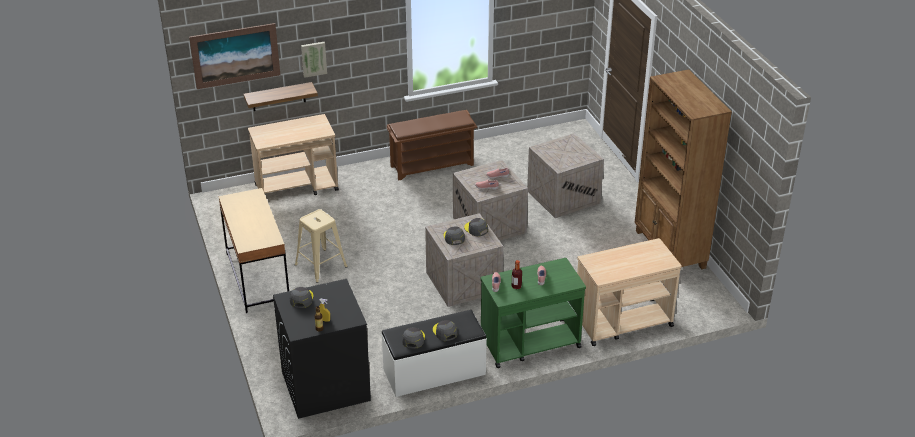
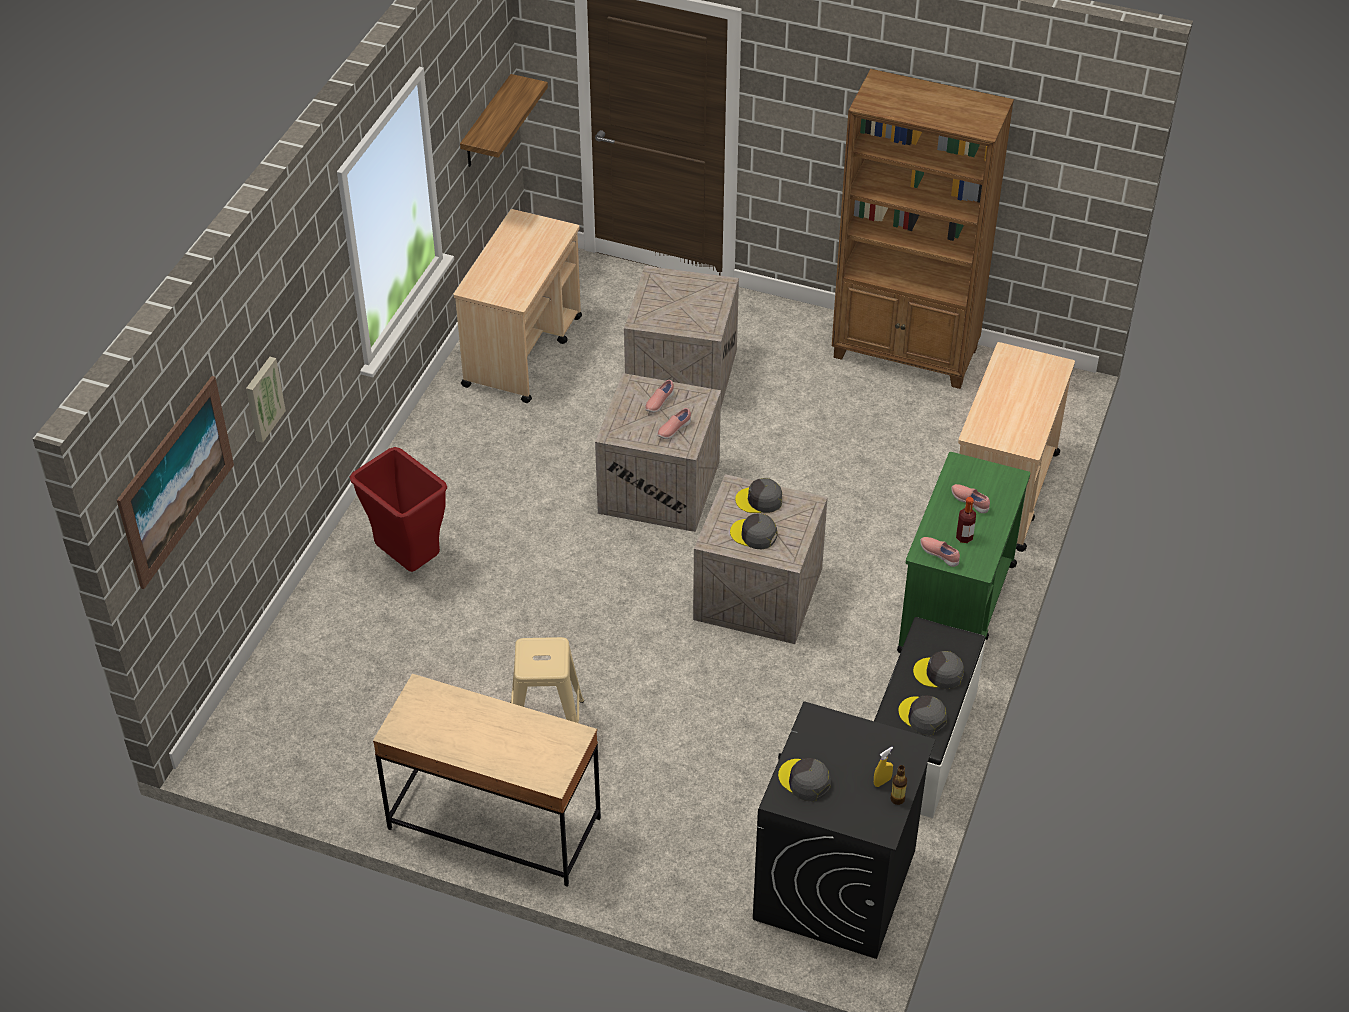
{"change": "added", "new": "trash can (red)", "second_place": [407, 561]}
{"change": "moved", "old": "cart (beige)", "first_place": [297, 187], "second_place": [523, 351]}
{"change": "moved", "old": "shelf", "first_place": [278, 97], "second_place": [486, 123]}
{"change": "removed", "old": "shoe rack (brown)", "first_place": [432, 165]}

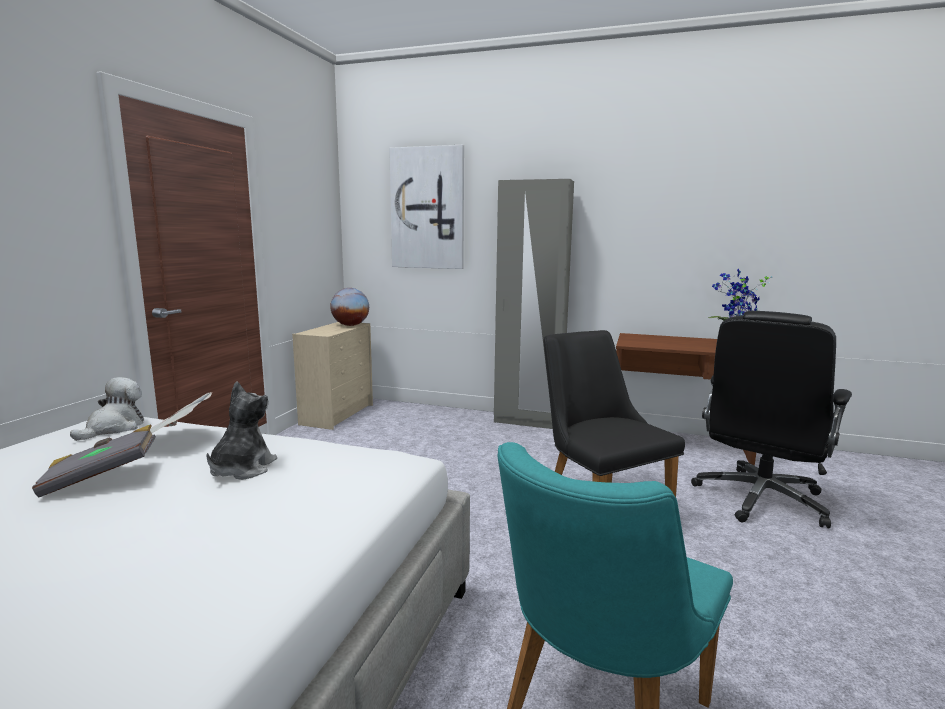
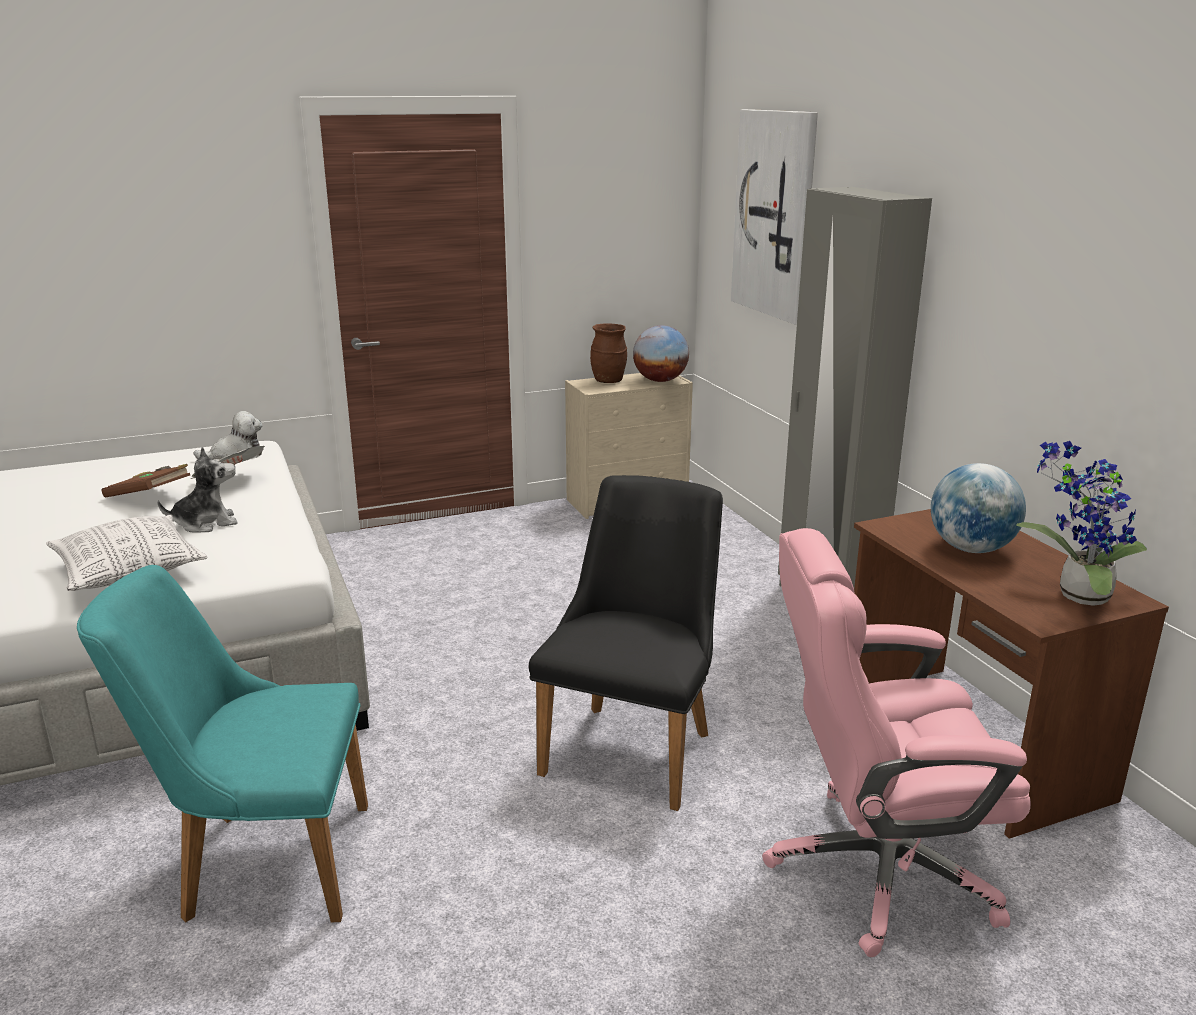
{"change": "added", "new": "pillow", "second_place": [129, 571]}
{"change": "recoloured", "old": "book (grey)", "new": "book (brown)", "first_place": [101, 478], "second_place": [150, 496]}
{"change": "added", "new": "vase (brown)", "second_place": [609, 381]}
{"change": "recoloured", "old": "office chair (black)", "new": "office chair (pink)", "first_place": [760, 500], "second_place": [877, 869]}
{"change": "added", "new": "globe", "second_place": [971, 549]}

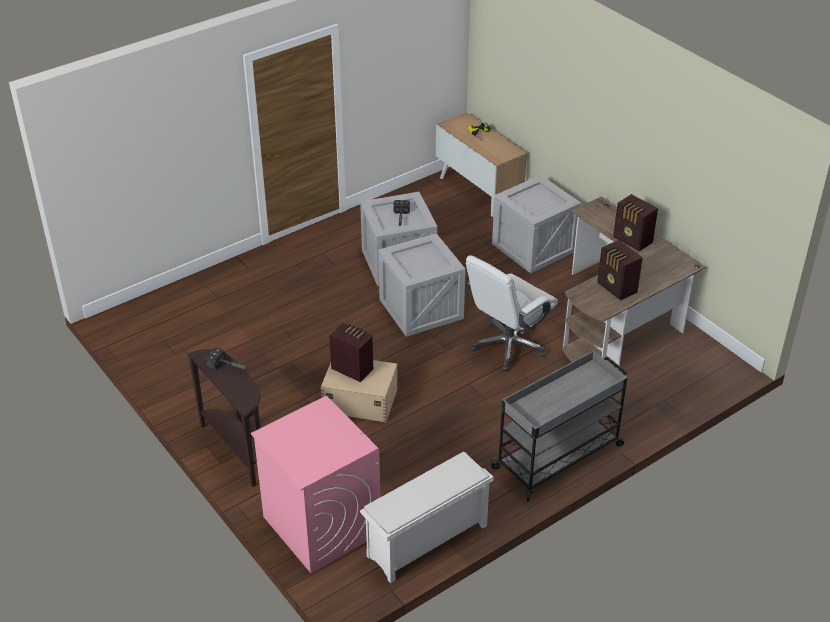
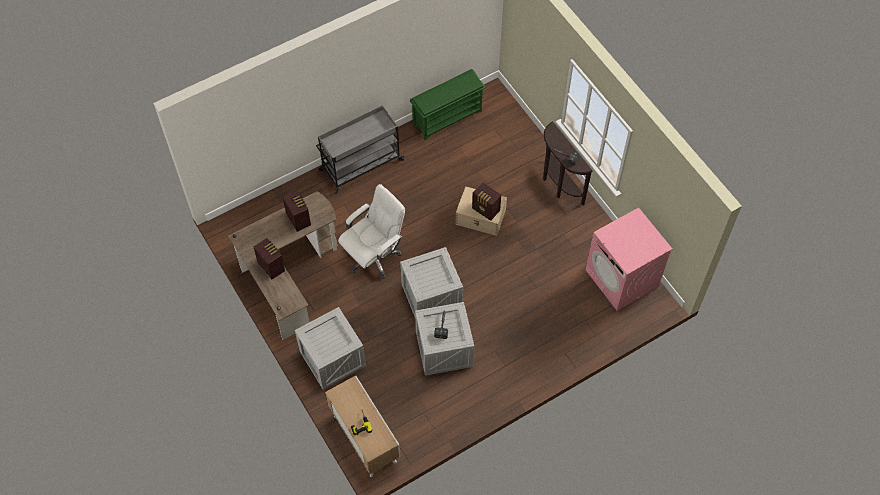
{"change": "recoloured", "old": "shoe rack (white)", "new": "shoe rack (green)", "first_place": [426, 542], "second_place": [447, 117]}
{"change": "moved", "old": "washing machine (pink)", "first_place": [321, 524], "second_place": [622, 279]}

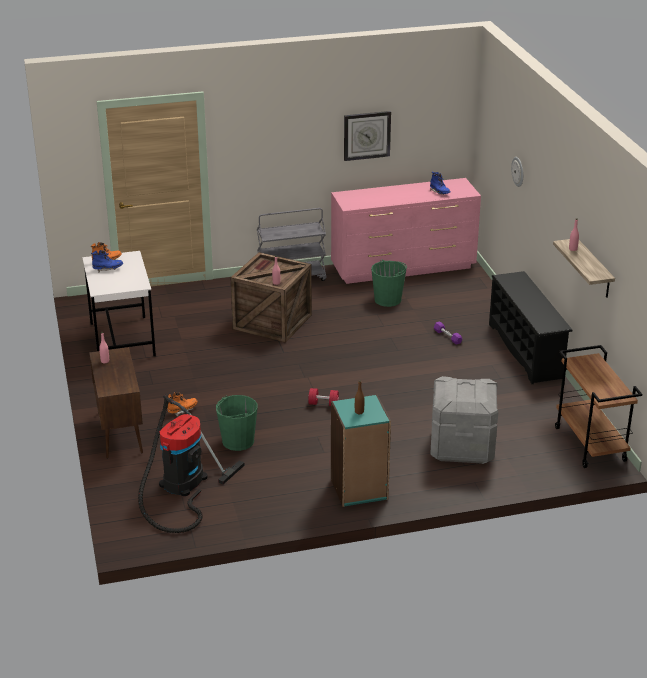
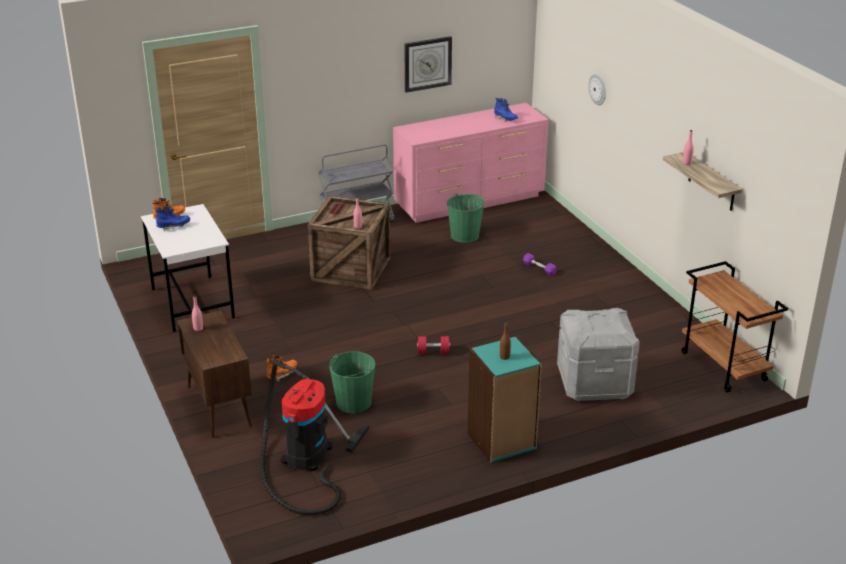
{"change": "removed", "old": "shoe rack (black)", "first_place": [526, 351]}

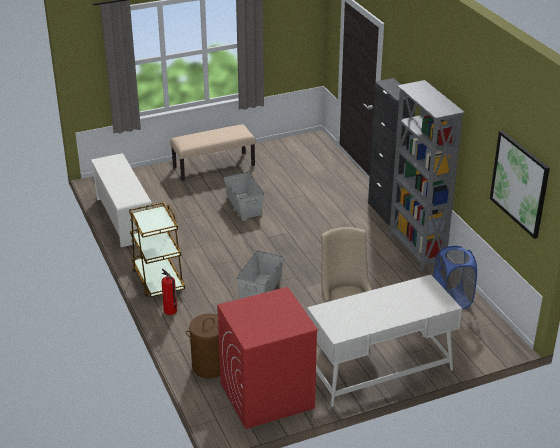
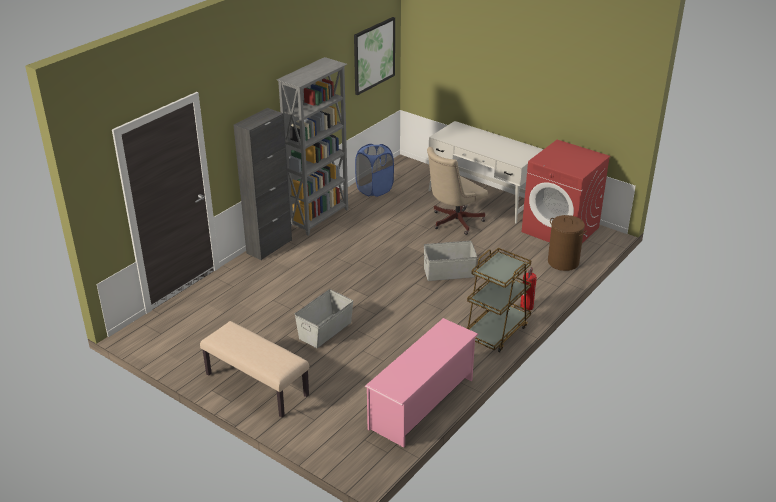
{"change": "recoloured", "old": "shoe rack (white)", "new": "shoe rack (pink)", "first_place": [124, 219], "second_place": [422, 403]}

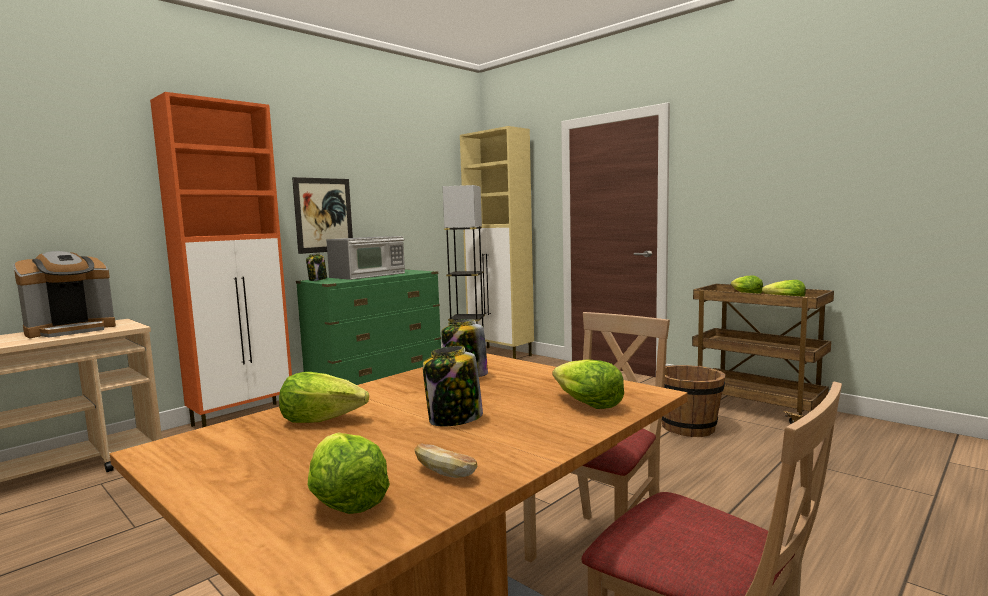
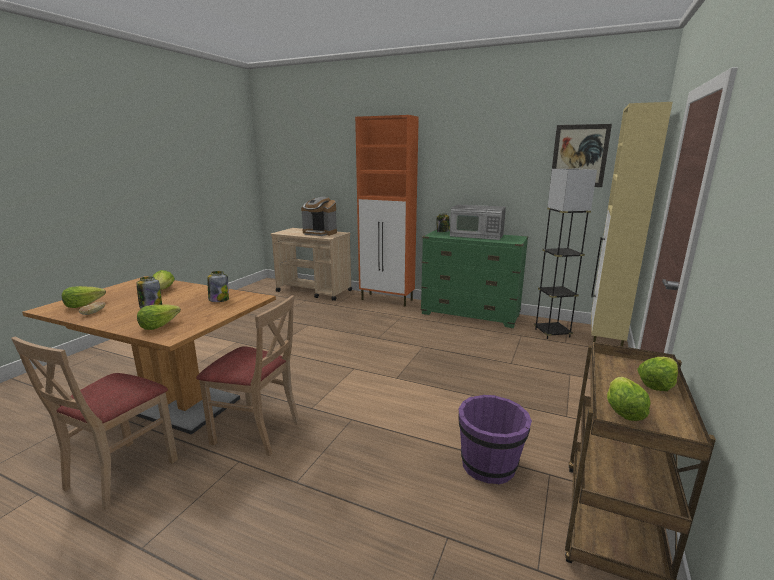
{"change": "recoloured", "old": "bucket (brown)", "new": "bucket (purple)", "first_place": [689, 428], "second_place": [489, 465]}
{"change": "moved", "old": "picture", "first_place": [323, 215], "second_place": [579, 156]}

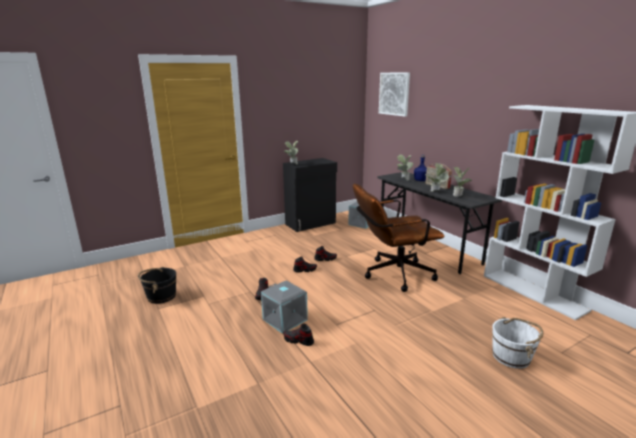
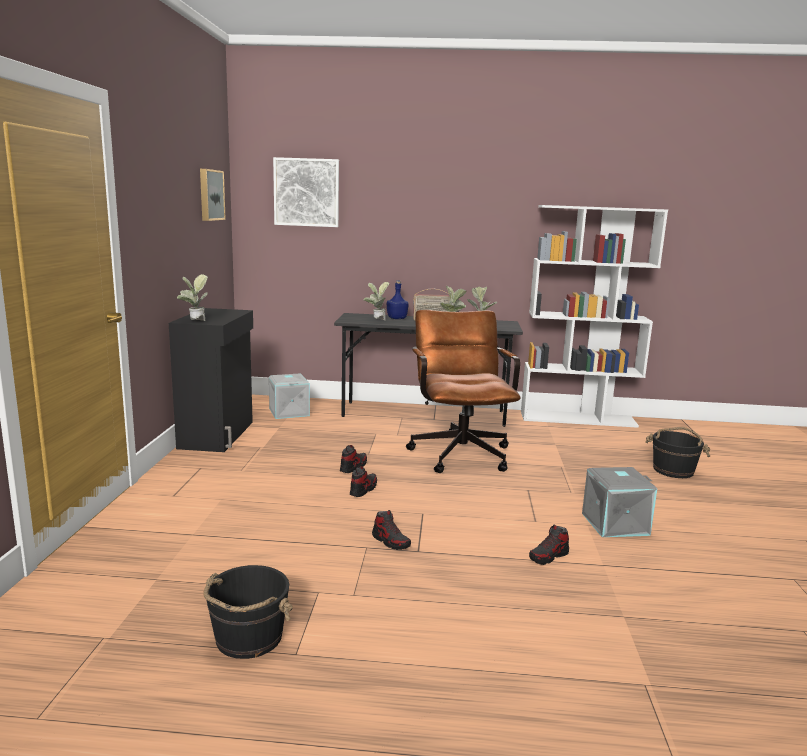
{"change": "added", "new": "picture", "second_place": [210, 195]}
{"change": "turned", "old": "office chair (brown)", "first_place": [392, 274], "second_place": [459, 451], "degrees": 150}
{"change": "moved", "old": "storage box (grey)", "first_place": [285, 319], "second_place": [615, 523]}
{"change": "recoloured", "old": "bucket (white)", "new": "bucket (black)", "first_place": [512, 356], "second_place": [673, 470]}

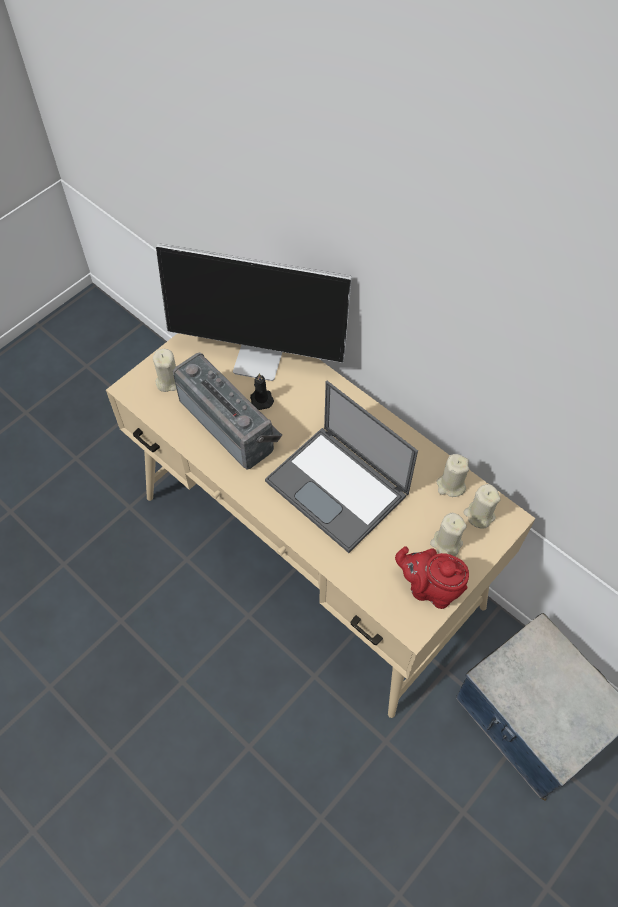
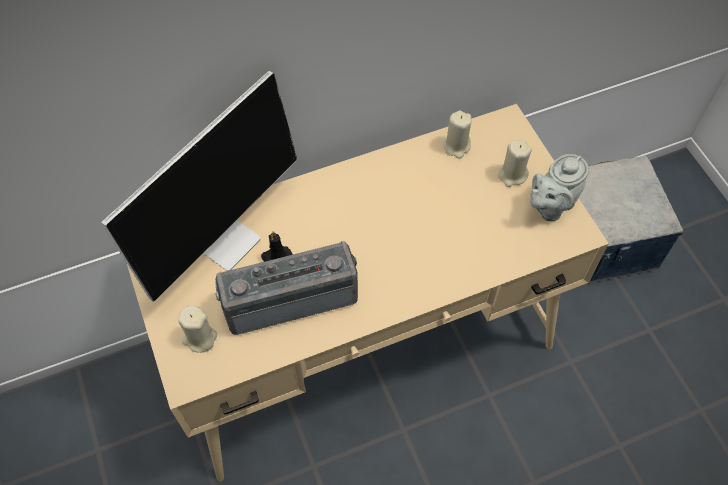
{"change": "recoloured", "old": "teapot (red)", "new": "teapot (grey)", "first_place": [430, 588], "second_place": [550, 206]}
{"change": "removed", "old": "laptop", "first_place": [338, 488]}
{"change": "removed", "old": "candle (beige)", "first_place": [479, 515]}

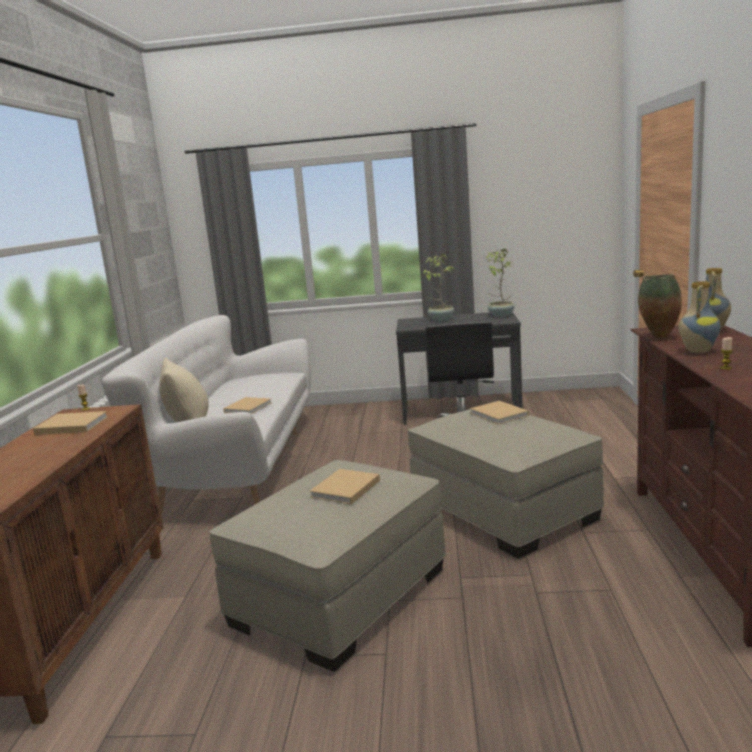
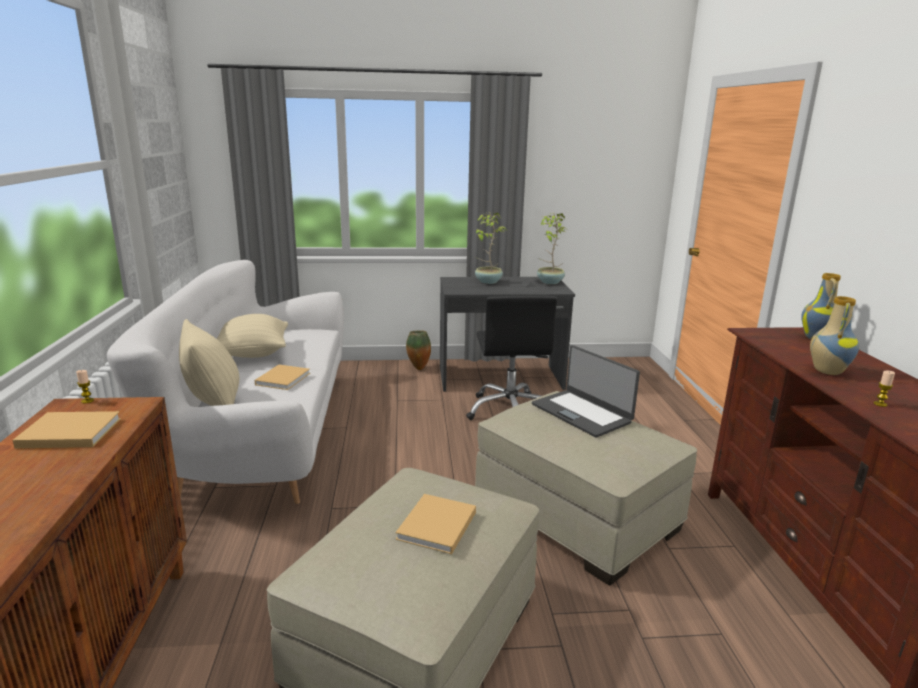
{"change": "added", "new": "pillow (beige)", "second_place": [253, 354]}
{"change": "moved", "old": "vase", "first_place": [658, 337], "second_place": [418, 368]}
{"change": "replaced", "old": "book (beige)", "new": "laptop", "first_place": [500, 415], "second_place": [582, 413]}

